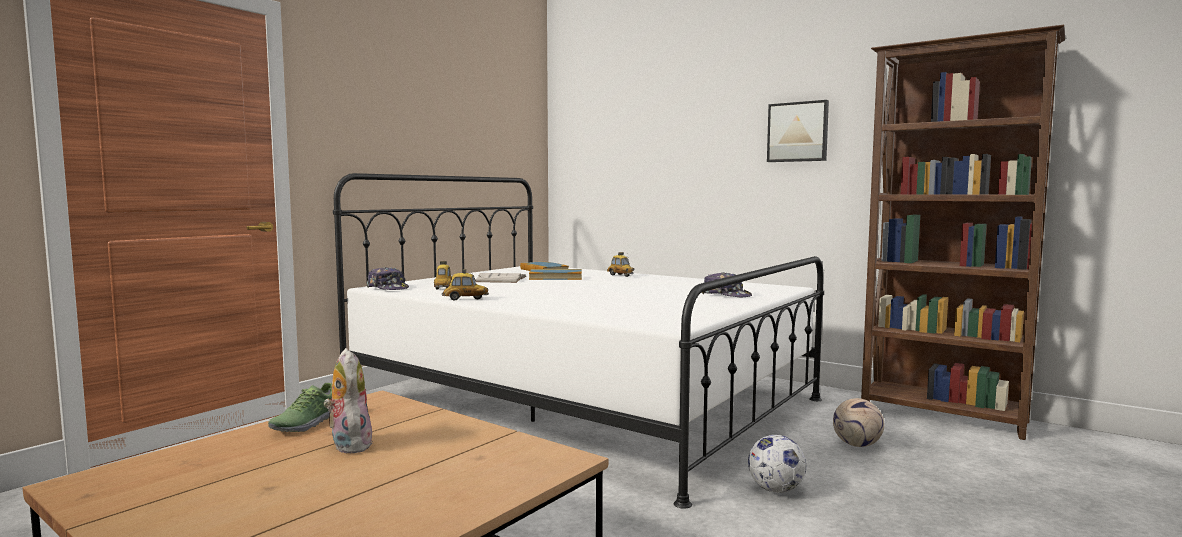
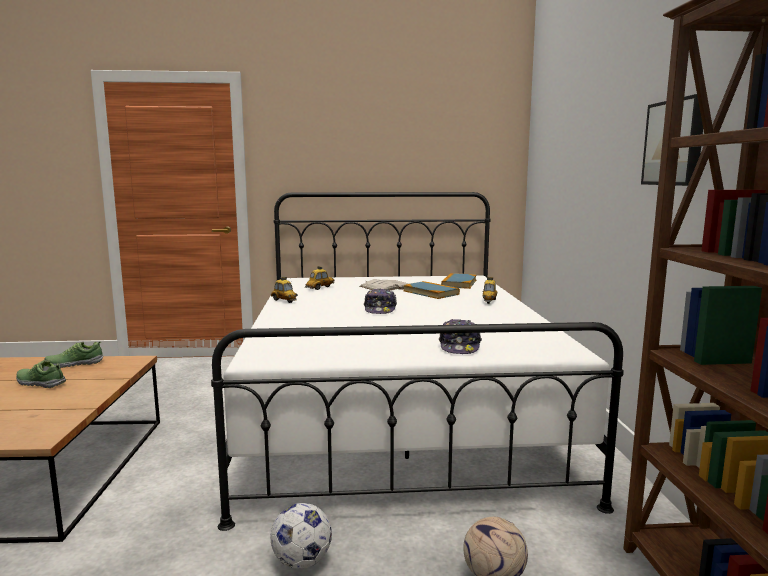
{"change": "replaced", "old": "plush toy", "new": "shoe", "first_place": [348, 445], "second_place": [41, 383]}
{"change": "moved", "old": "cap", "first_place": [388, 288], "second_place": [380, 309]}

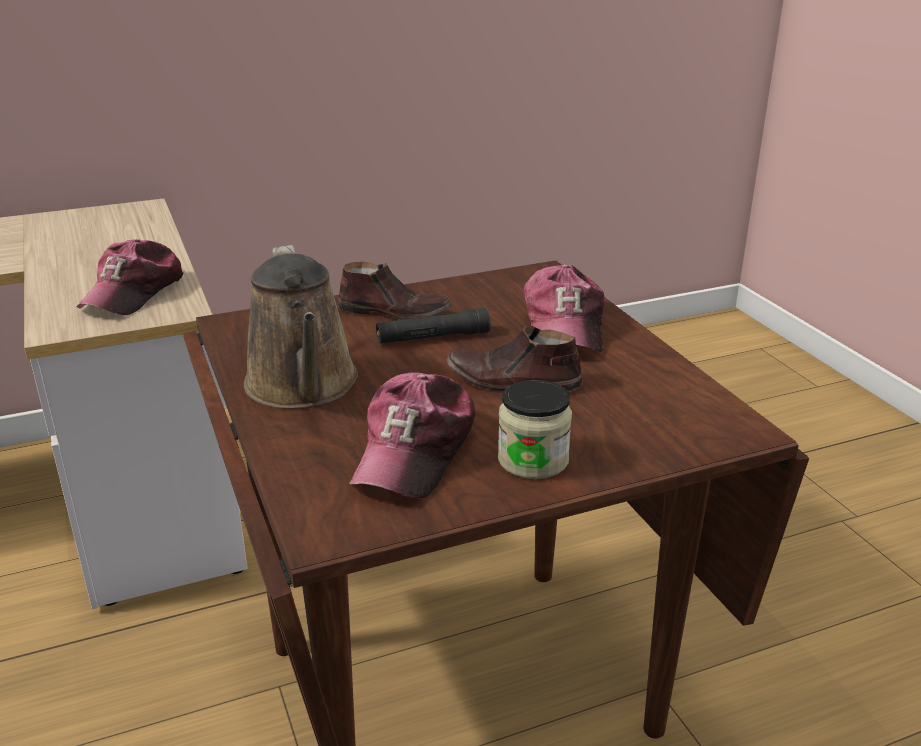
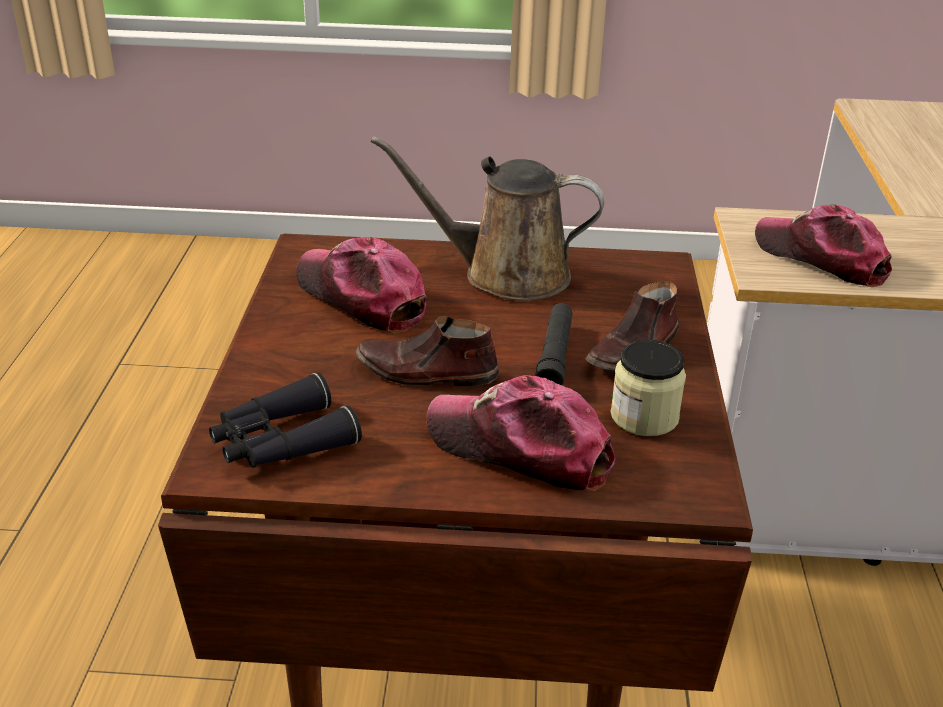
{"change": "added", "new": "binoculars (black)", "second_place": [281, 441]}
{"change": "turned", "old": "shoe (brown)", "first_place": [513, 381], "second_place": [426, 372], "degrees": -120}
{"change": "moved", "old": "jar", "first_place": [533, 460], "second_place": [644, 416]}

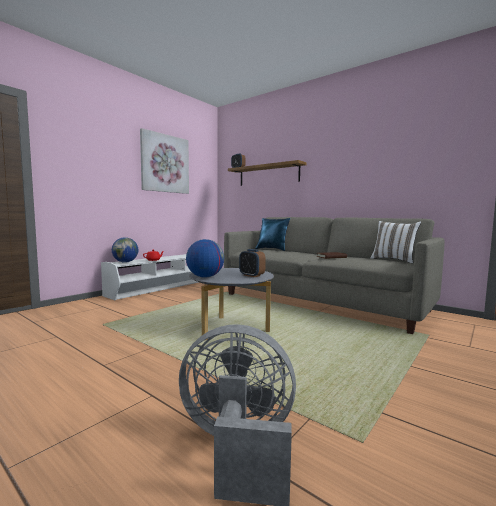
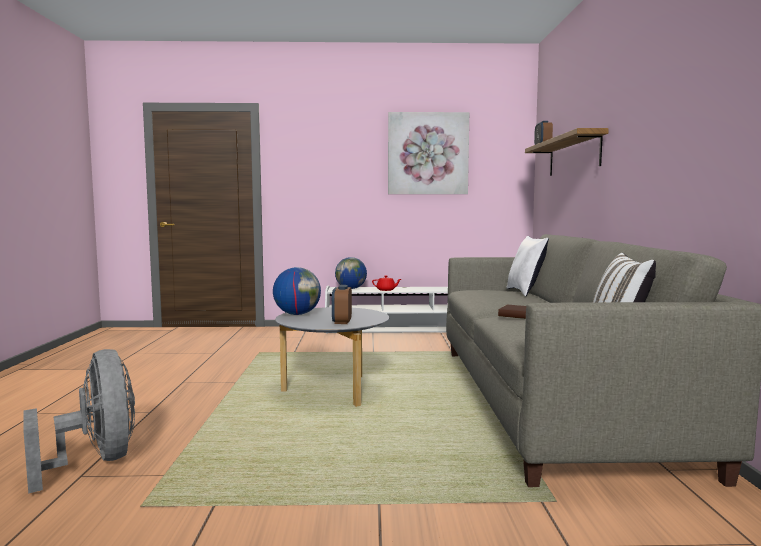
{"change": "recoloured", "old": "pillow (blue)", "new": "pillow (white)", "first_place": [272, 249], "second_place": [526, 292]}

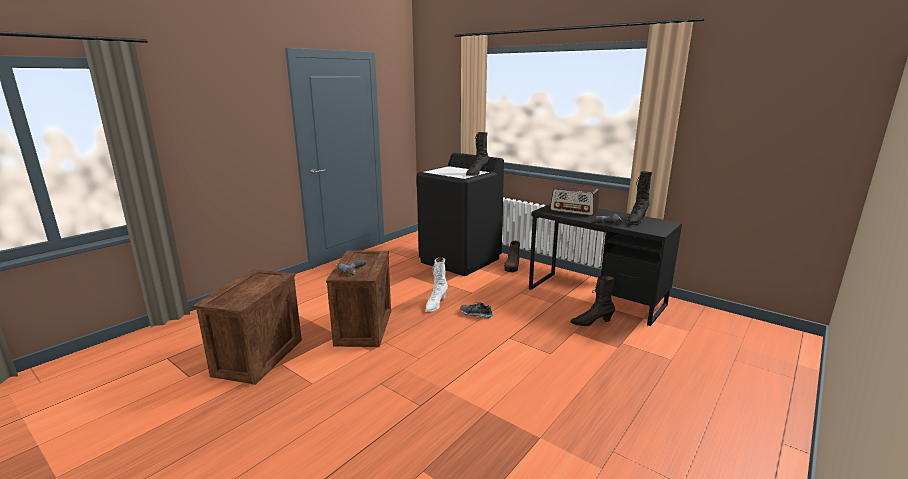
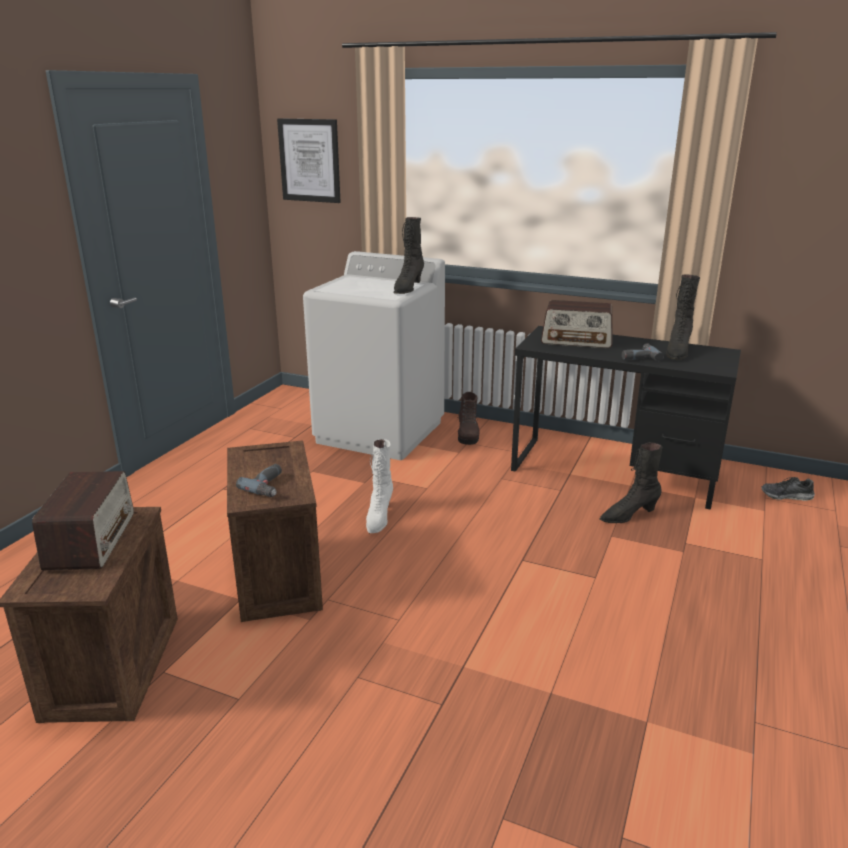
{"change": "added", "new": "radio", "second_place": [91, 540]}
{"change": "added", "new": "picture", "second_place": [309, 160]}
{"change": "recoloured", "old": "washing machine (black)", "new": "washing machine (white)", "first_place": [460, 260], "second_place": [380, 432]}
{"change": "moved", "old": "shoe", "first_place": [476, 314], "second_place": [786, 496]}

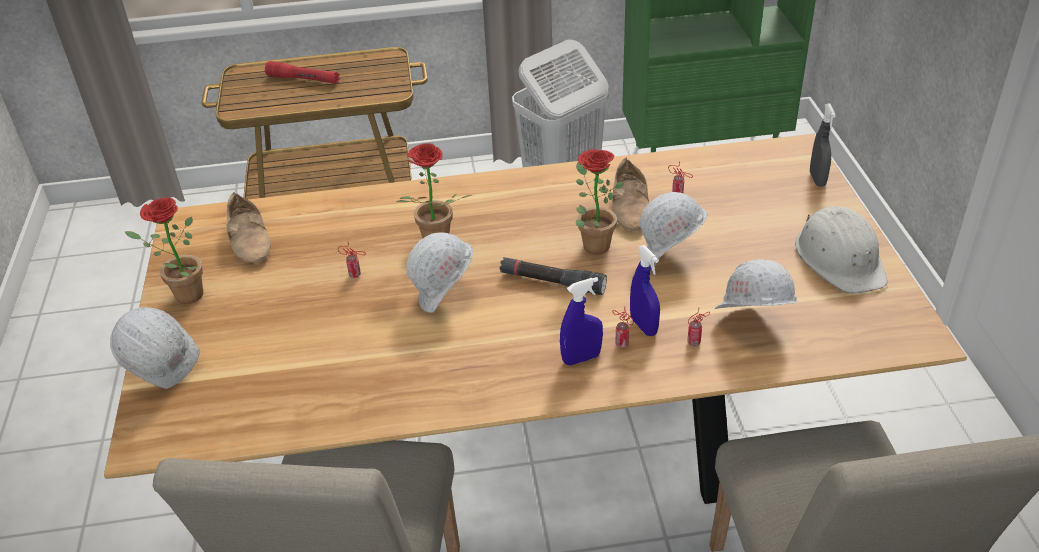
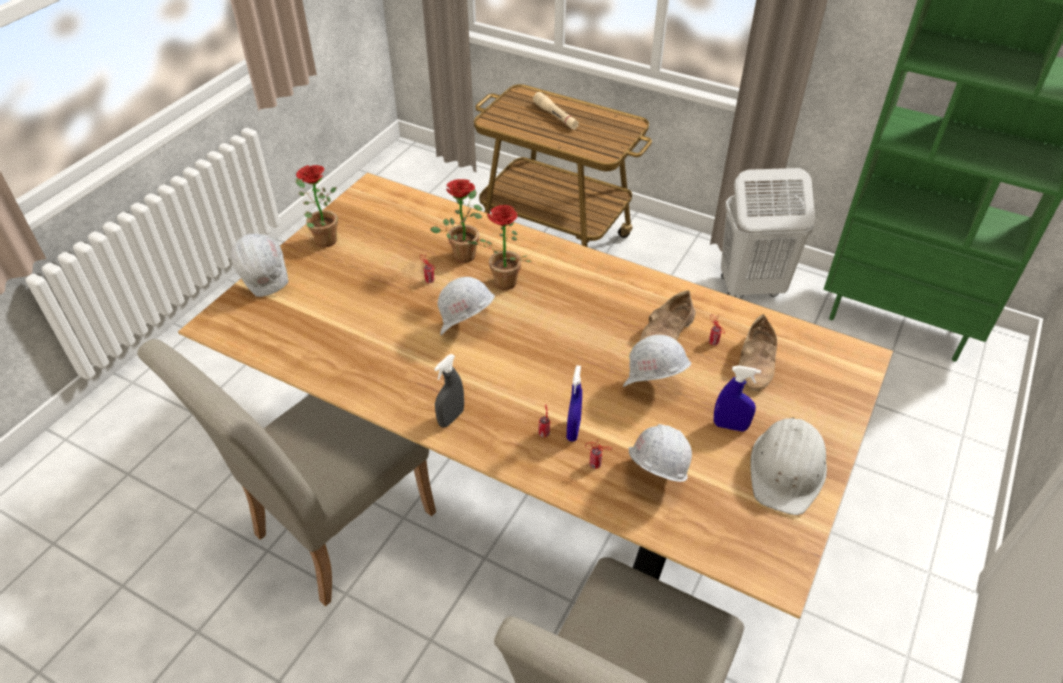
{"change": "moved", "old": "potted plant", "first_place": [592, 243], "second_place": [464, 252]}
{"change": "moved", "old": "spray bottle (grey)", "first_place": [817, 179], "second_place": [451, 418]}
{"change": "recoloured", "old": "flashlight (red)", "new": "flashlight (beige)", "first_place": [304, 79], "second_place": [555, 116]}
{"change": "moved", "old": "spray bottle (blue)", "first_place": [581, 358], "second_place": [730, 426]}
{"change": "moved", "old": "shoe (beige)", "first_place": [251, 239], "second_place": [758, 362]}
{"change": "removed", "old": "flashlight (black)", "first_place": [552, 282]}

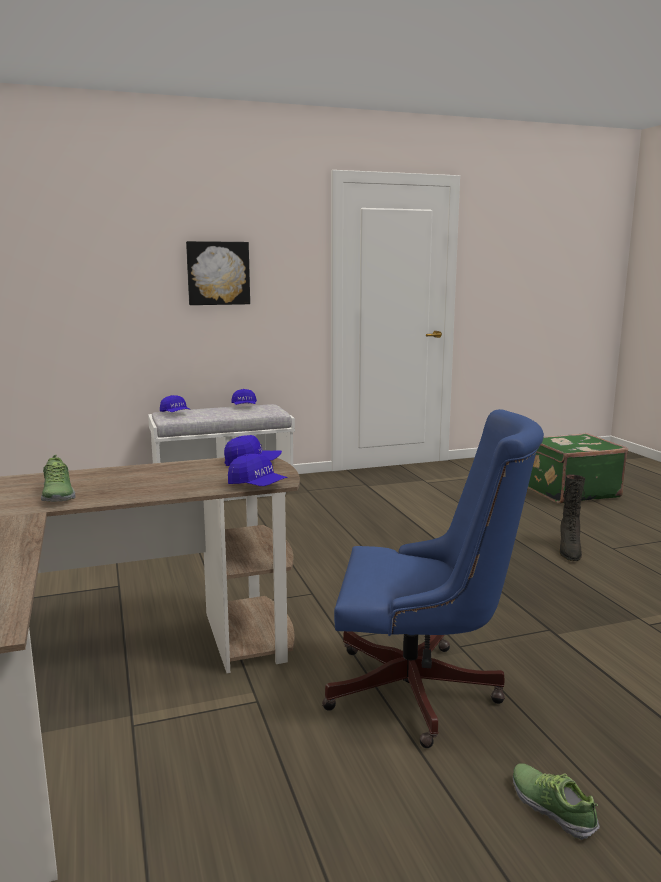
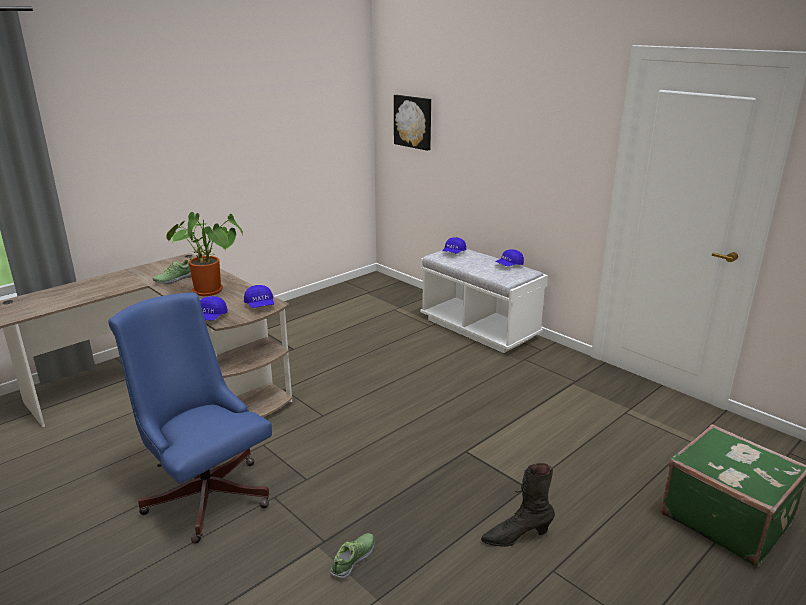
{"change": "turned", "old": "office chair (blue)", "first_place": [422, 692], "second_place": [205, 492], "degrees": 150}
{"change": "added", "new": "potted plant", "second_place": [211, 291]}
{"change": "moved", "old": "shoe", "first_place": [552, 807], "second_place": [353, 560]}
{"change": "moved", "old": "picture", "first_place": [218, 273], "second_place": [413, 122]}

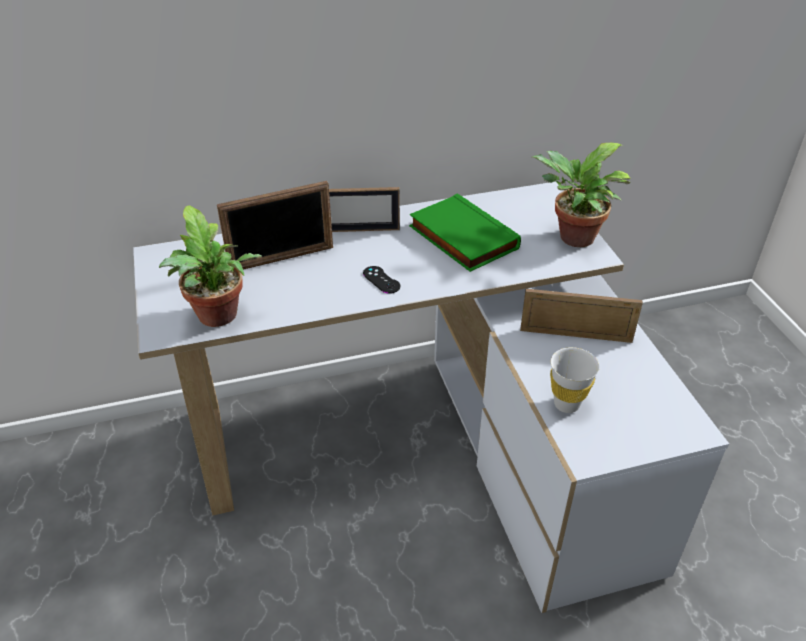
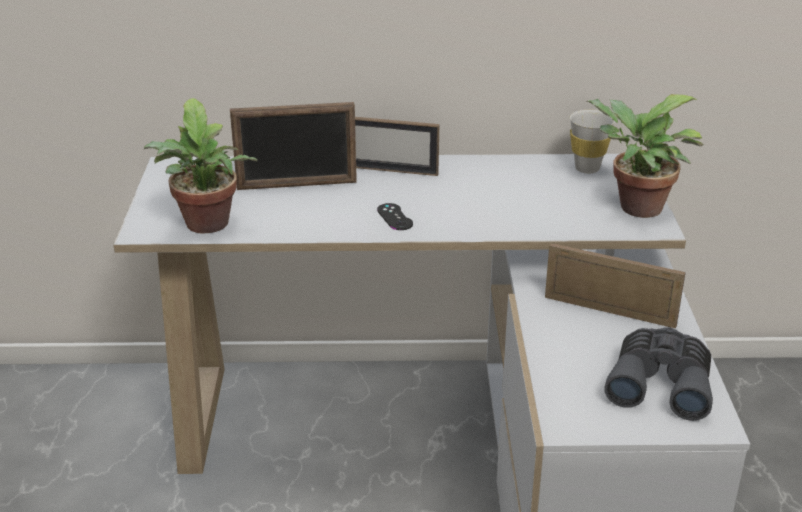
{"change": "moved", "old": "cup (white)", "first_place": [566, 404], "second_place": [587, 168]}
{"change": "added", "new": "binoculars (grey)", "second_place": [660, 383]}
{"change": "removed", "old": "book (green)", "first_place": [461, 238]}

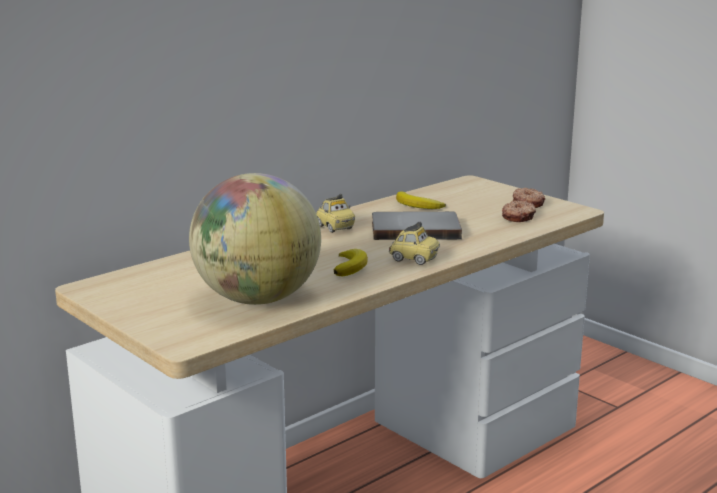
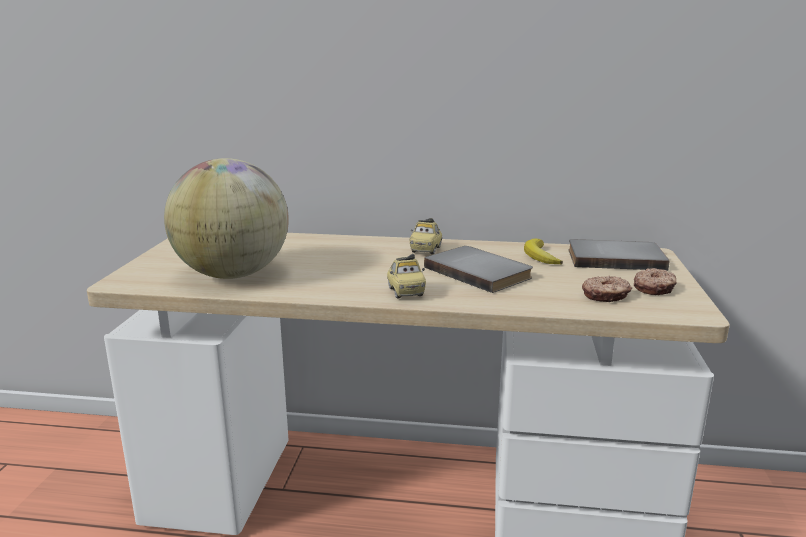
{"change": "added", "new": "book (grey)", "second_place": [614, 258]}
{"change": "removed", "old": "banana", "first_place": [350, 266]}

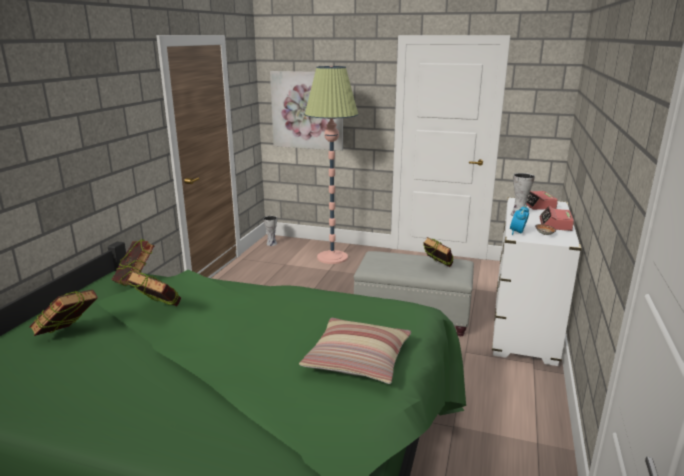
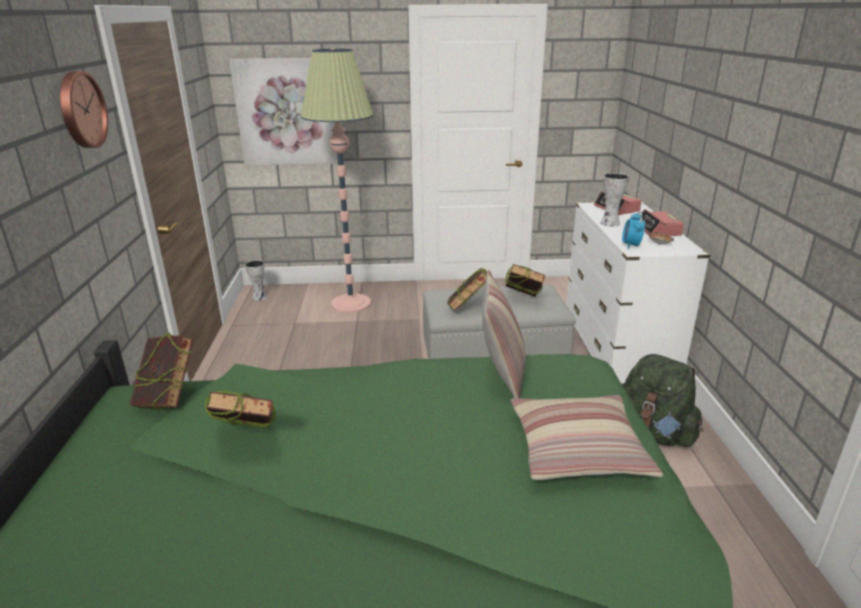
{"change": "added", "new": "wall clock", "second_place": [80, 110]}
{"change": "moved", "old": "book", "first_place": [69, 335], "second_place": [467, 309]}
{"change": "added", "new": "pillow", "second_place": [502, 376]}
{"change": "added", "new": "backpack (green)", "second_place": [653, 433]}

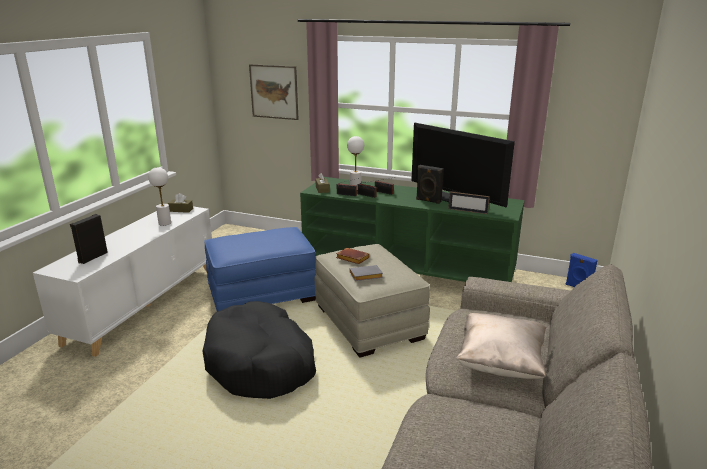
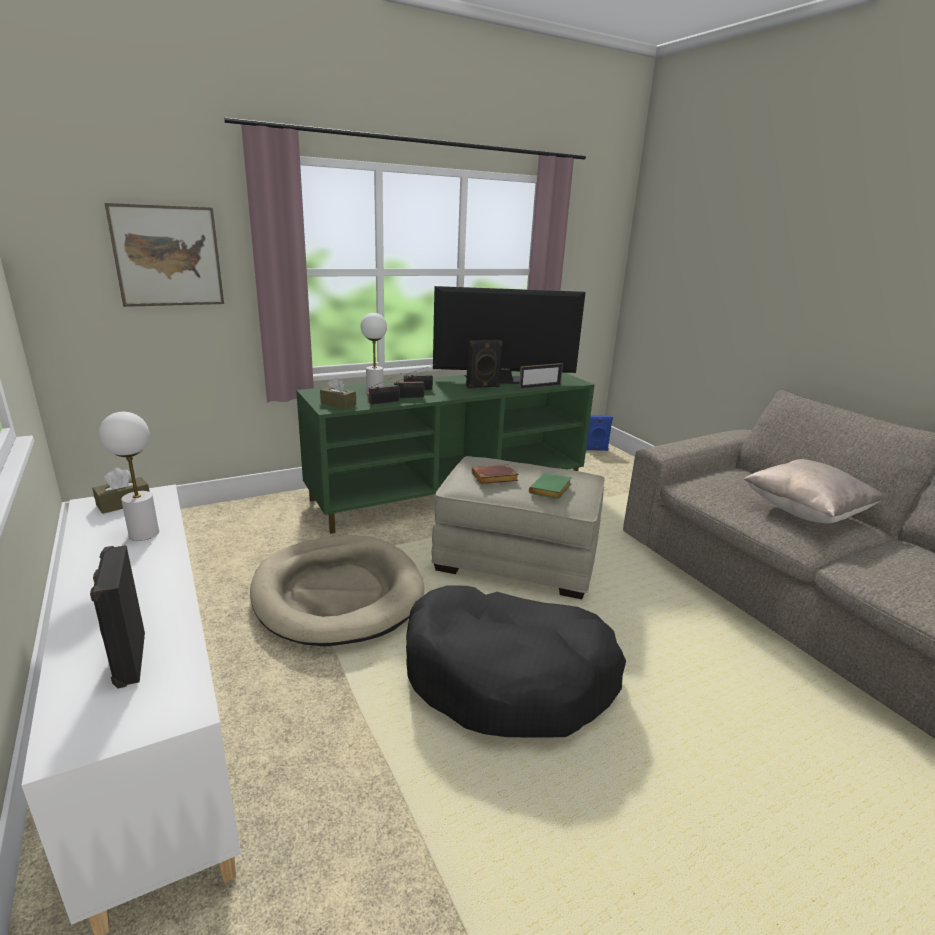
{"change": "replaced", "old": "ottoman (blue)", "new": "dog bed (beige)", "first_place": [262, 294], "second_place": [338, 594]}
{"change": "recoloured", "old": "book (grey)", "new": "book (green)", "first_place": [365, 276], "second_place": [551, 490]}

